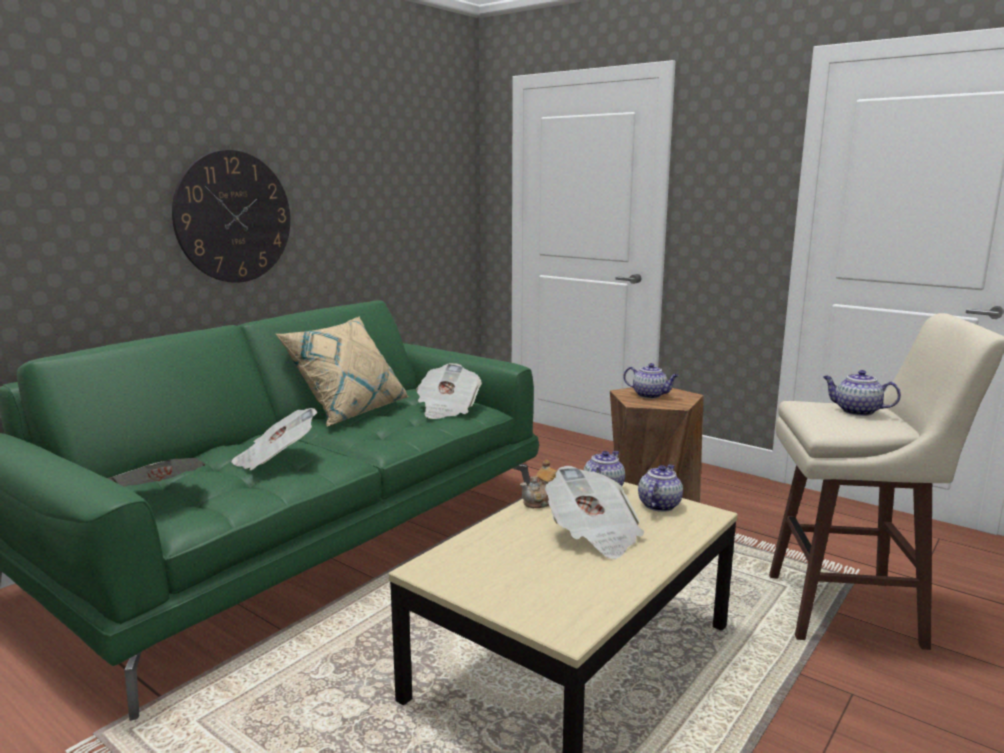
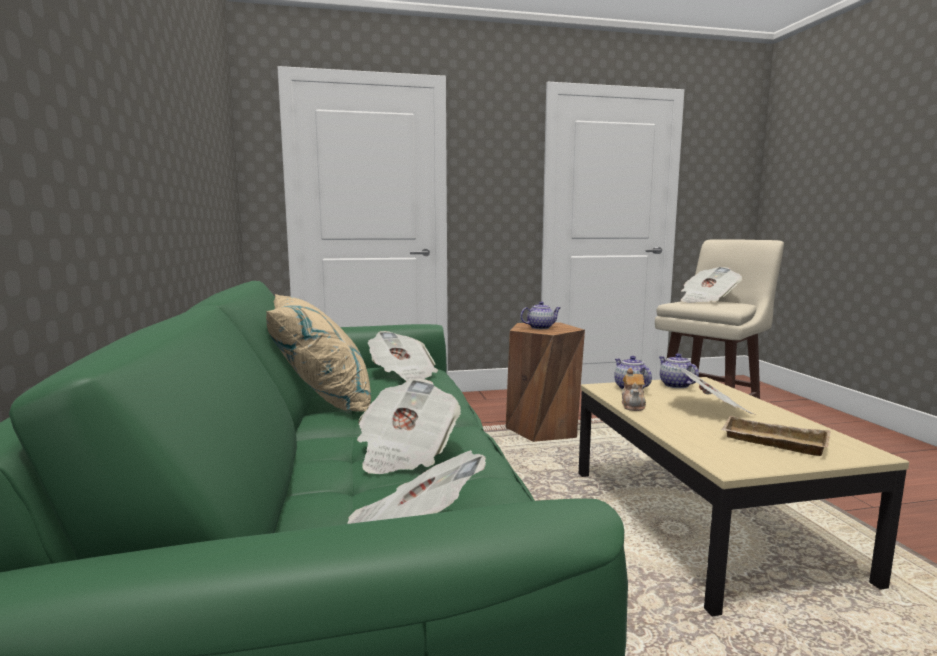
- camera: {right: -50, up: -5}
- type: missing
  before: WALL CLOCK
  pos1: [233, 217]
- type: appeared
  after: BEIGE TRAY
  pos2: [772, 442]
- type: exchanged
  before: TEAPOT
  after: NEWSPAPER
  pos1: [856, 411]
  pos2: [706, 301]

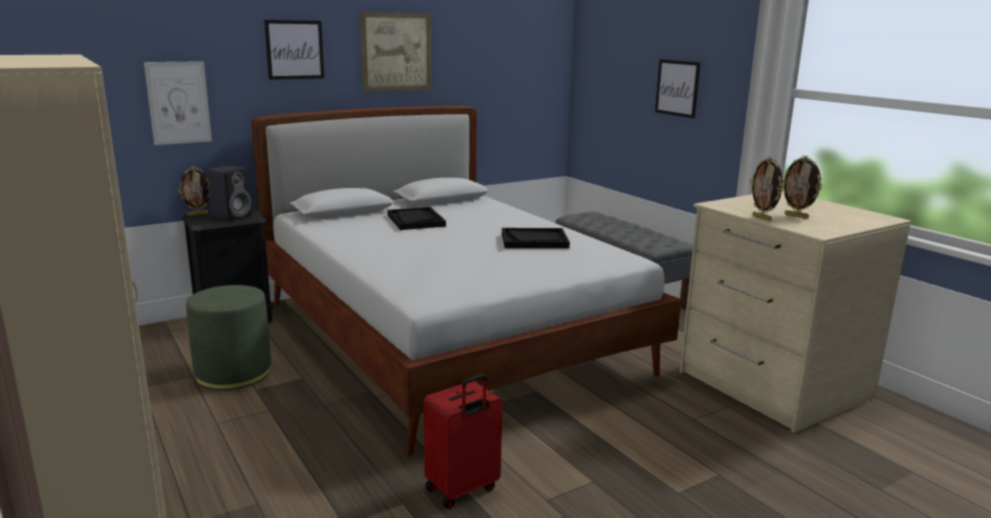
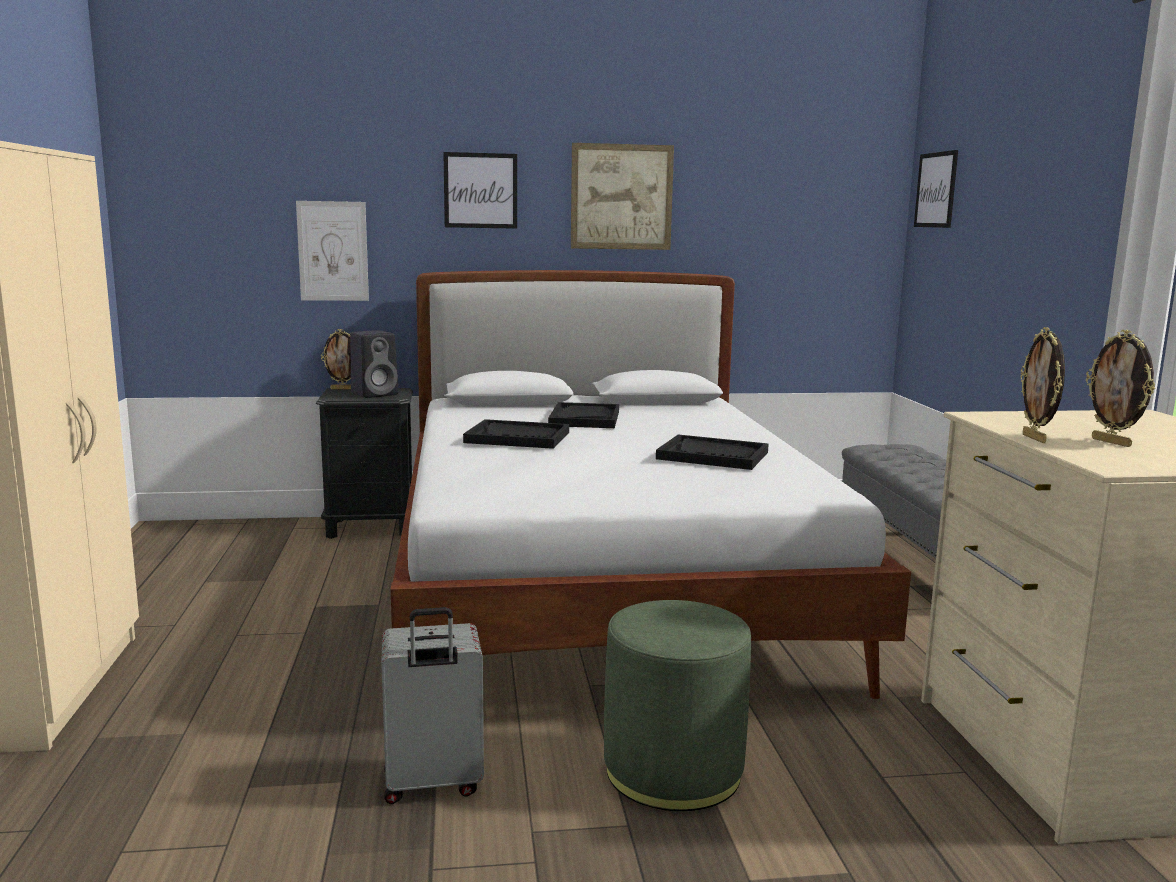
- camera: {right: 25, up: -5}
- type: appeared
  after: BLACK TRAY
  pos2: [518, 437]
- type: relocated
  before: GREEN OTTOMAN
  pos1: [233, 373]
  pos2: [673, 771]
- type: relocated
  before: PICTURE
  pos1: [677, 88]
  pos2: [936, 190]
- type: colour
  before: RED SUITCASE
  after: GREY SUITCASE
  pos1: [462, 489]
  pos2: [432, 785]

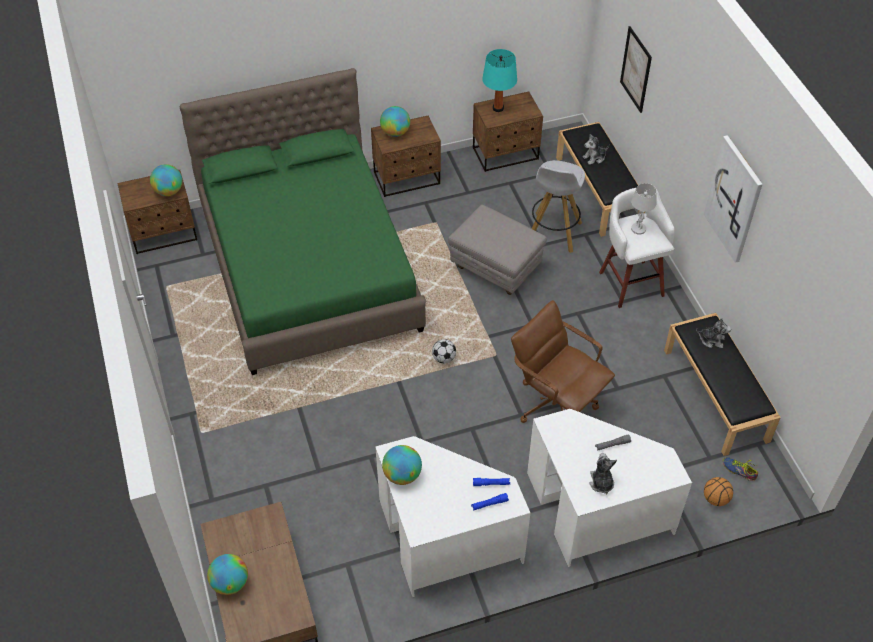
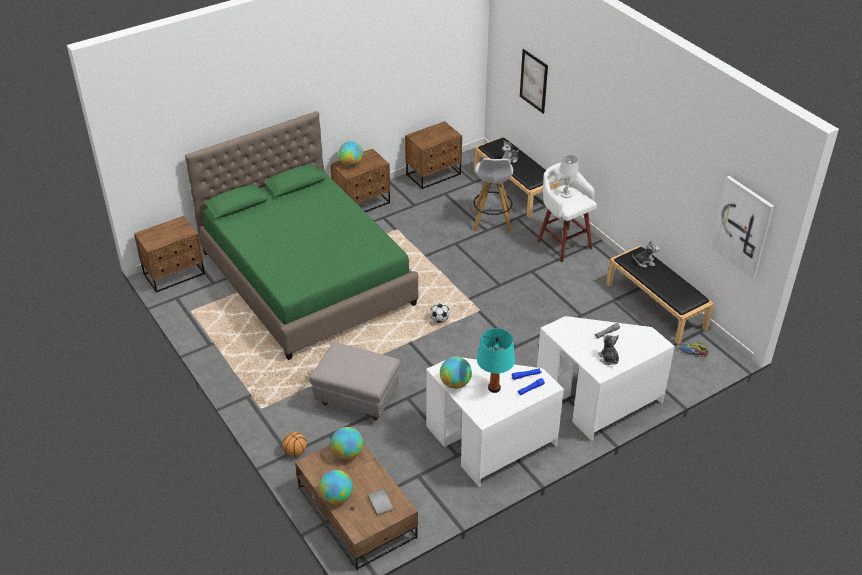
- camera: {right: -15, up: -10}
- type: missing
  before: BROWN OFFICE CHAIR
  pos1: [555, 403]
- type: appeared
  after: GREY BOOK
  pos2: [381, 503]
- type: relocated
  before: GLOBE
  pos1: [169, 191]
  pos2: [347, 453]
- type: relocated
  before: GREY OTTOMAN
  pos1: [496, 269]
  pos2: [357, 399]
- type: relocated
  before: TURQUOISE TABLE LAMP
  pos1: [498, 108]
  pos2: [494, 388]
- type: relocated
  before: PICTURE
  pos1: [734, 199]
  pos2: [742, 227]
- type: relocated
  before: BASKETBALL
  pos1: [715, 499]
  pos2: [295, 452]

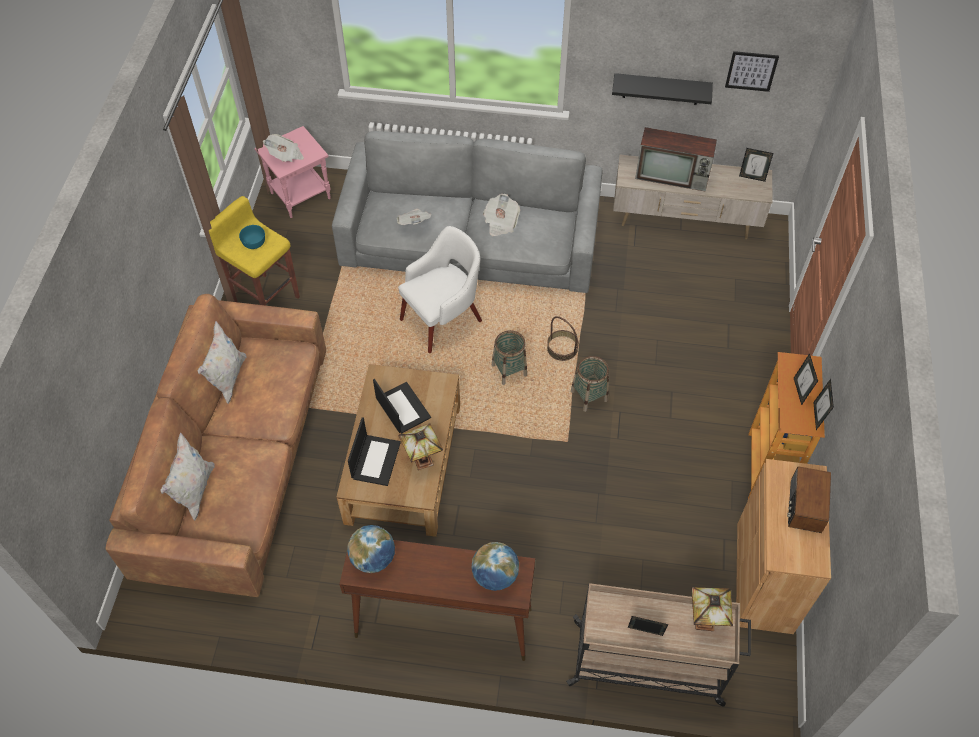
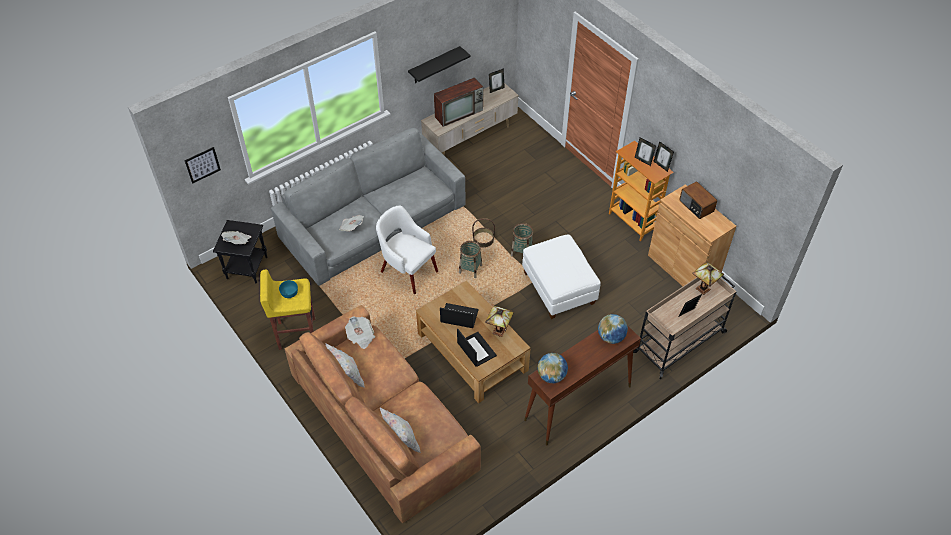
- camera: {right: -45, up: -5}
- type: appeared
  after: WHITE OTTOMAN
  pos2: [559, 288]
- type: relocated
  before: NEWSPAPER
  pos1: [500, 222]
  pos2: [360, 337]
- type: relocated
  before: PICTURE
  pos1: [751, 71]
  pos2: [202, 165]
- type: colour
  before: PINK SIDE TABLE
  after: BLACK SIDE TABLE
  pos1: [300, 195]
  pos2: [246, 267]
- type: spun
  before: WHITE ARMCHAIR
  pos1: [443, 319]
  pos2: [407, 271]
  turn: -60

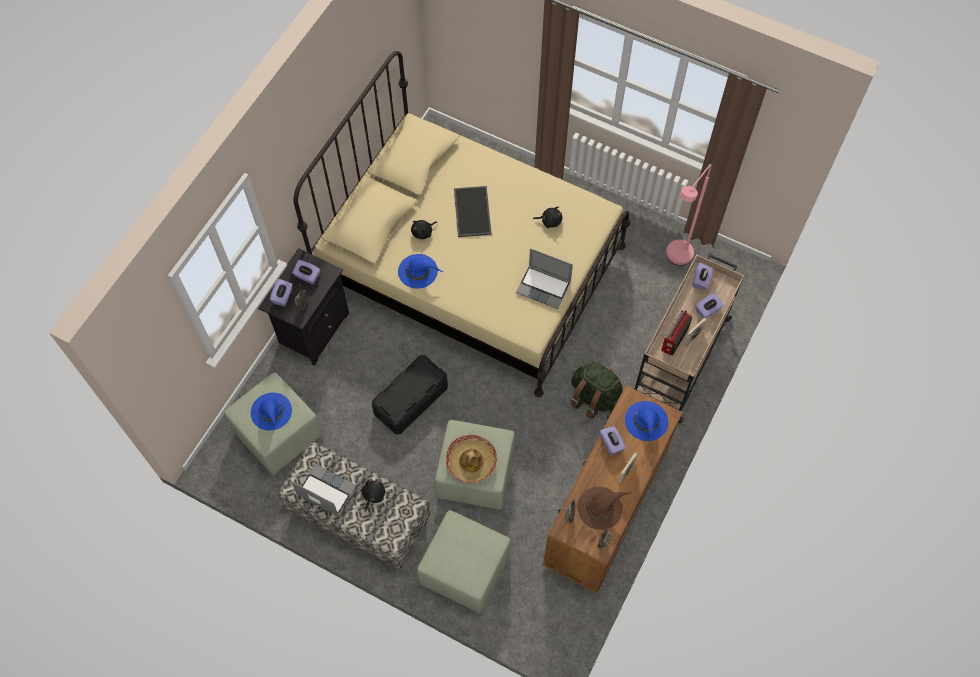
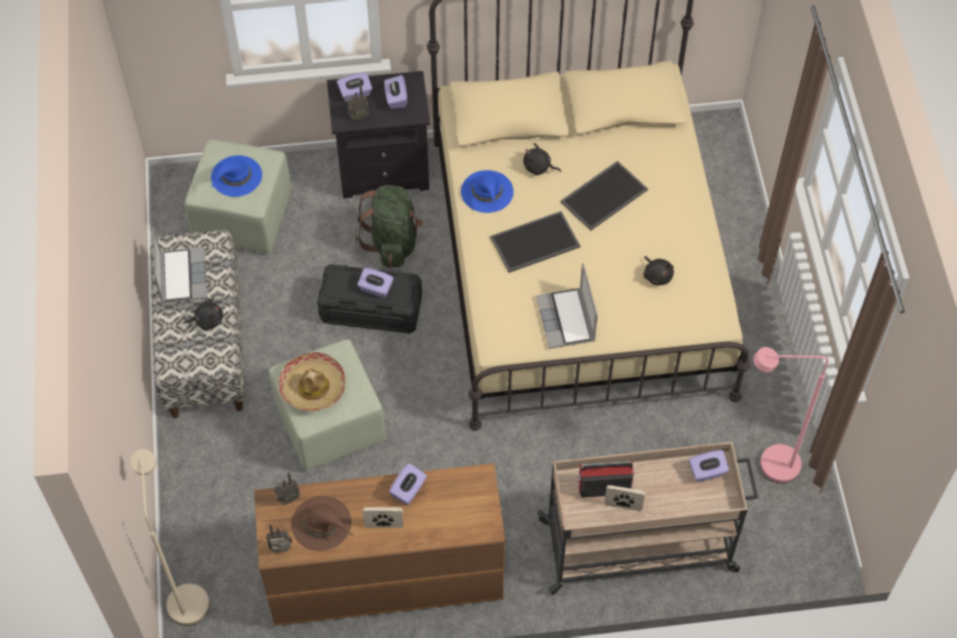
- camera: {right: 55, up: -5}
- type: missing
  before: GREEN OTTOMAN
  pos1: [466, 569]
- type: missing
  before: BLUE HAT
  pos1: [646, 421]
- type: appeared
  after: BEIGE FLOOR LAMP
  pos2: [186, 594]
- type: appeared
  after: TRAY
  pos2: [535, 243]
- type: relocated
  before: GREEN BACKPACK
  pos1: [595, 398]
  pos2: [392, 241]
- type: relocated
  before: PURPLE TISSUE BOX
  pos1: [707, 310]
  pos2: [376, 289]

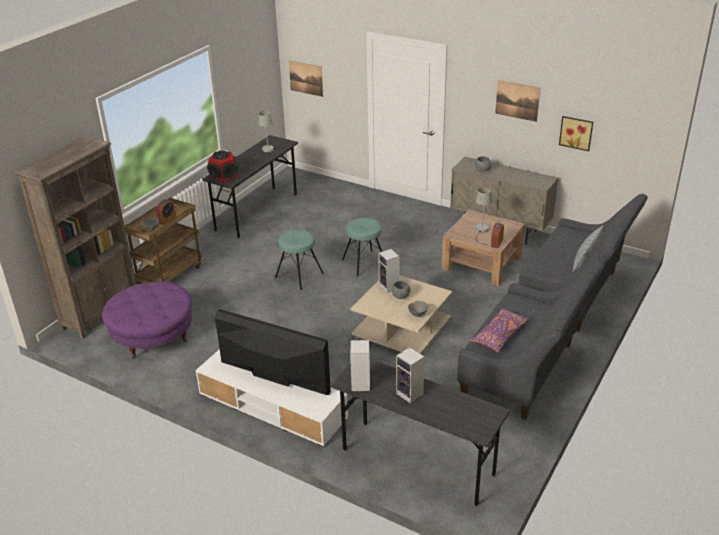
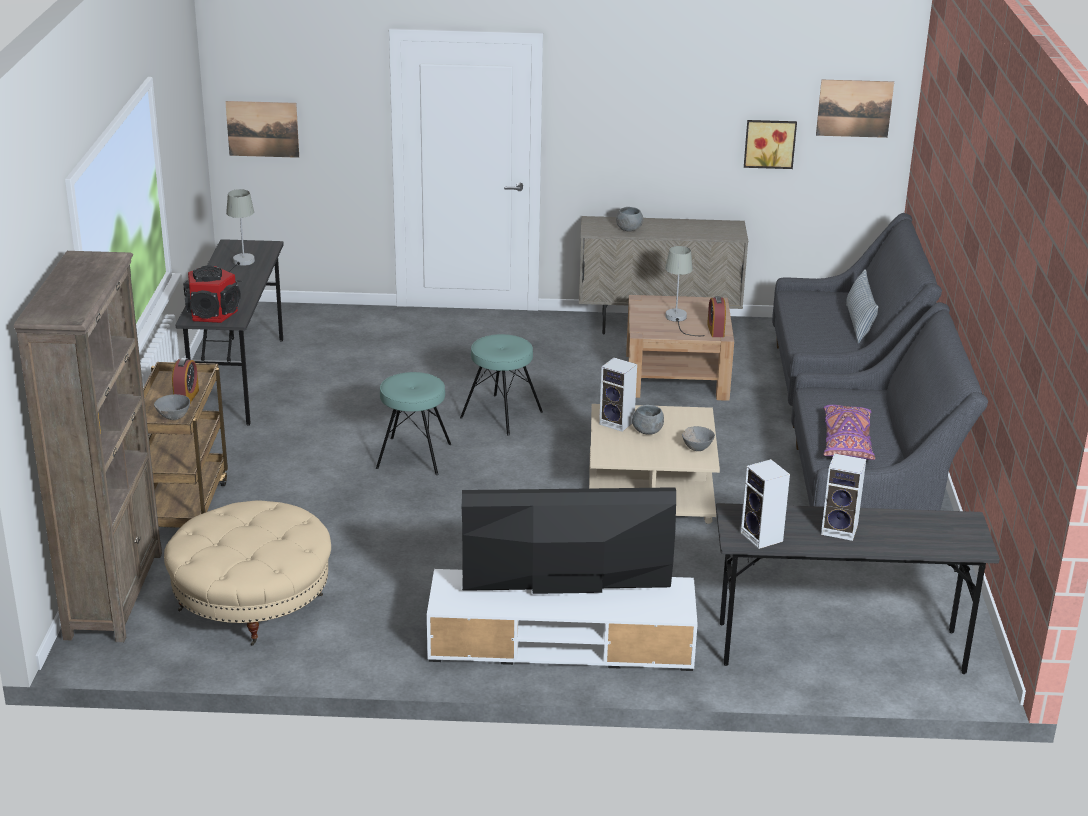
- camera: {right: -30, up: -5}
- type: relocated
  before: PICTURE
  pos1: [517, 100]
  pos2: [854, 108]
- type: colour
  before: PURPLE OTTOMAN
  after: BEIGE OTTOMAN
  pos1: [153, 335]
  pos2: [252, 603]

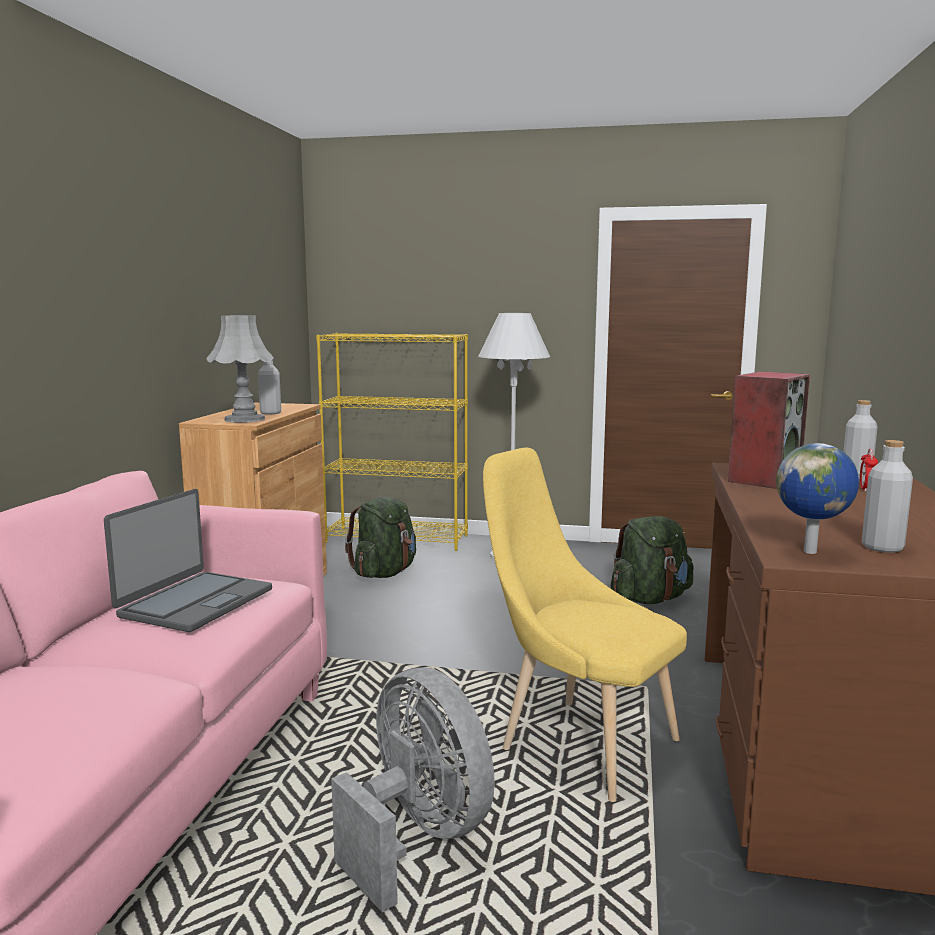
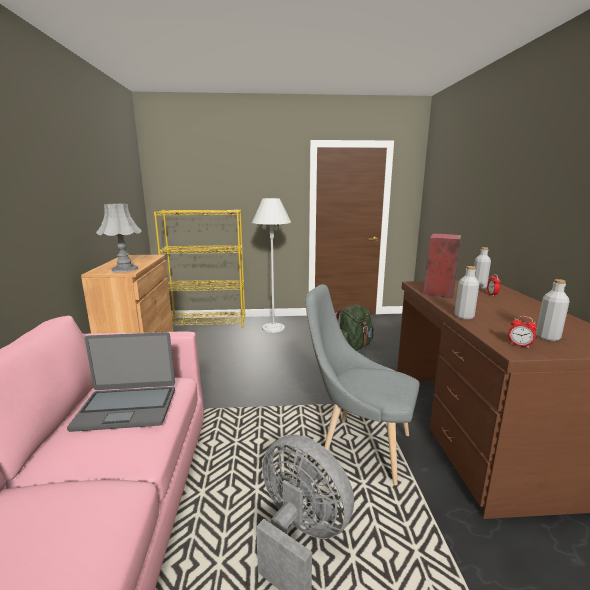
- camera: {right: -15, up: 5}
- type: missing
  before: GREEN BACKPACK
  pos1: [384, 573]
- type: relocated
  before: GREY BOTTLE
  pos1: [270, 413]
  pos2: [464, 316]
- type: exchanged
  before: GLOBE
  after: ALARM CLOCK
  pos1: [812, 552]
  pos2: [519, 345]
- type: colour
  before: YELLOW CHAIR
  after: GREY CHAIR
  pos1: [578, 742]
  pos2: [359, 445]
- type: spun
  before: LAPTOP
  pos1: [195, 603]
  pos2: [127, 408]
  turn: 75

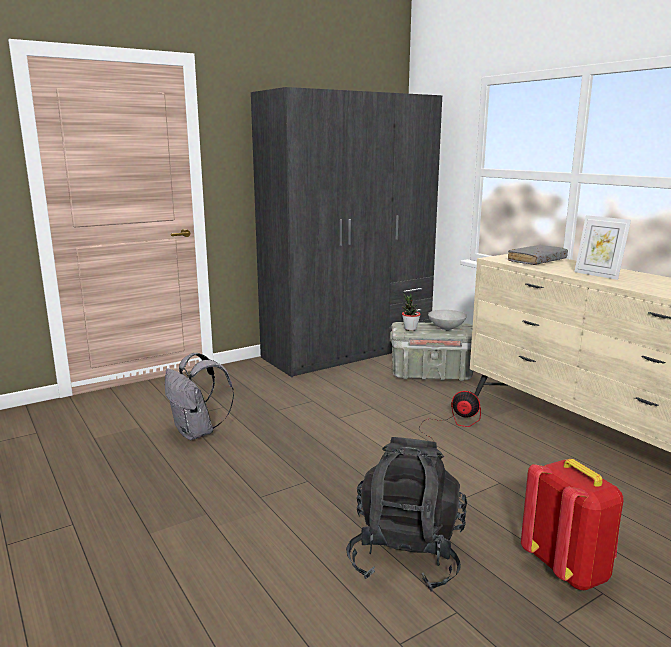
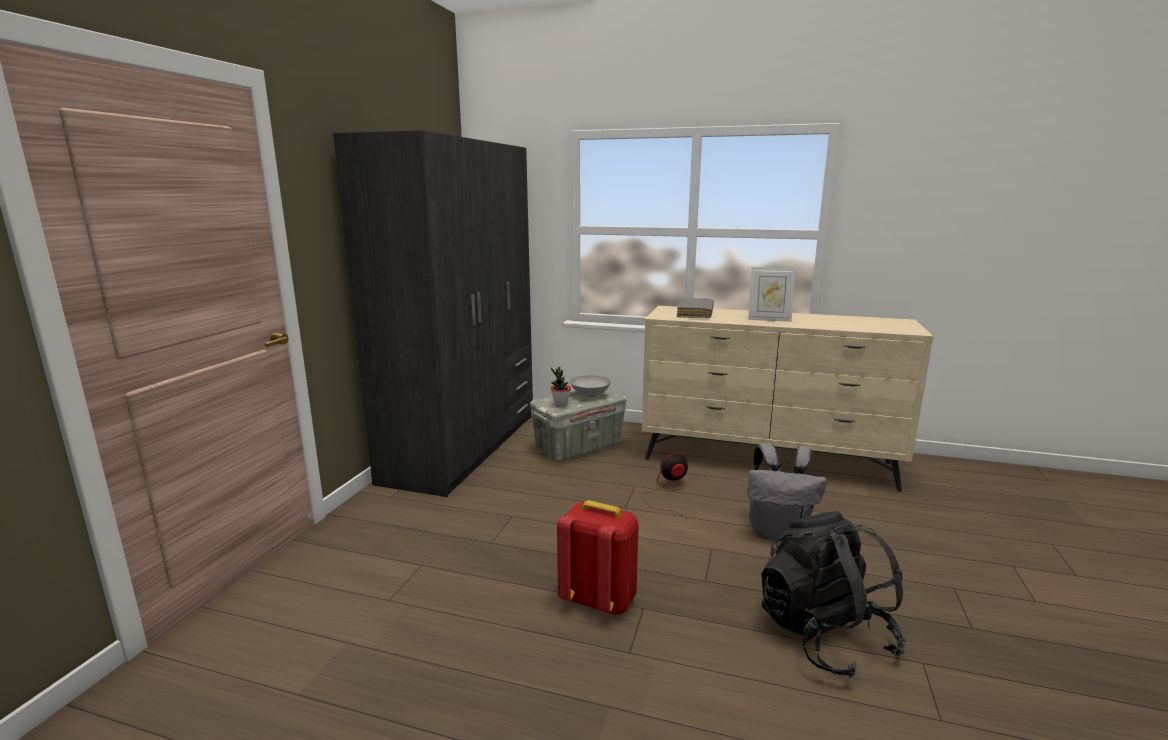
- camera: {right: -40, up: 0}
- type: relocated
  before: GREY BACKPACK
  pos1: [197, 433]
  pos2: [778, 532]
- type: relocated
  before: RED BACKPACK
  pos1: [568, 569]
  pos2: [599, 600]

